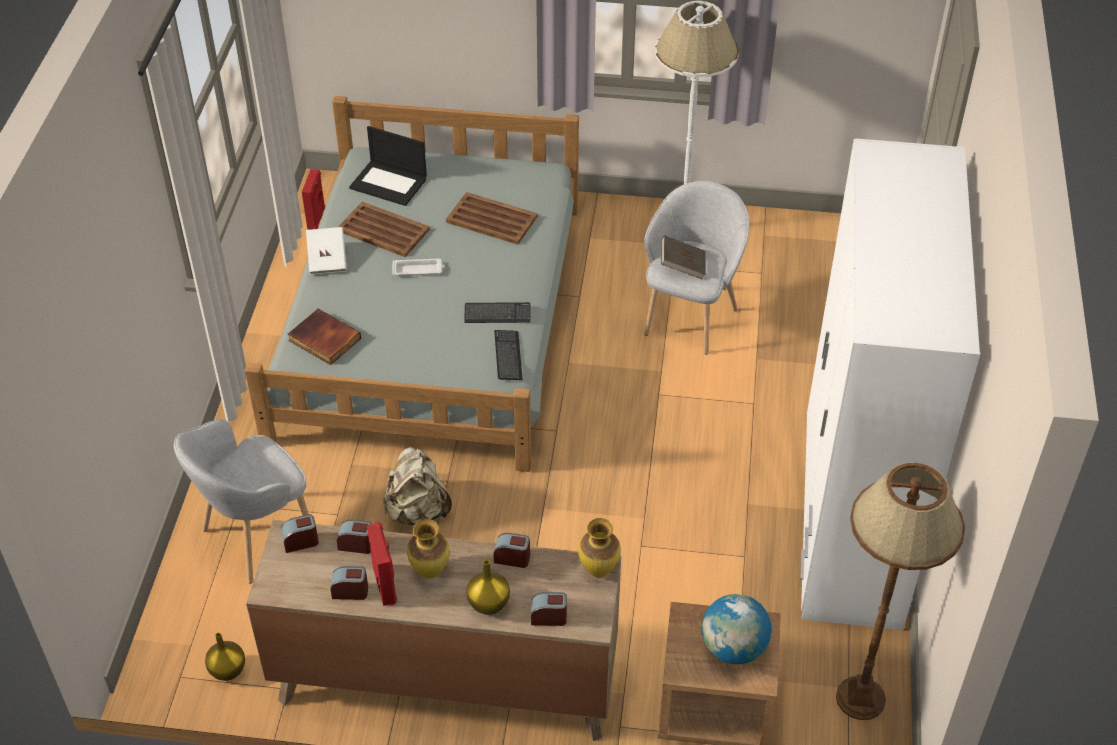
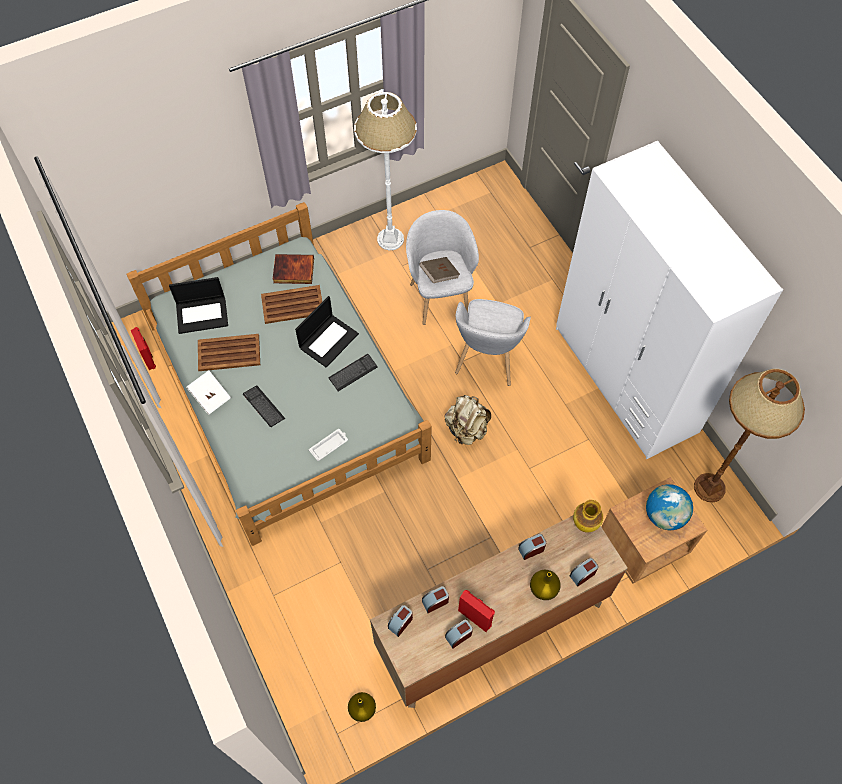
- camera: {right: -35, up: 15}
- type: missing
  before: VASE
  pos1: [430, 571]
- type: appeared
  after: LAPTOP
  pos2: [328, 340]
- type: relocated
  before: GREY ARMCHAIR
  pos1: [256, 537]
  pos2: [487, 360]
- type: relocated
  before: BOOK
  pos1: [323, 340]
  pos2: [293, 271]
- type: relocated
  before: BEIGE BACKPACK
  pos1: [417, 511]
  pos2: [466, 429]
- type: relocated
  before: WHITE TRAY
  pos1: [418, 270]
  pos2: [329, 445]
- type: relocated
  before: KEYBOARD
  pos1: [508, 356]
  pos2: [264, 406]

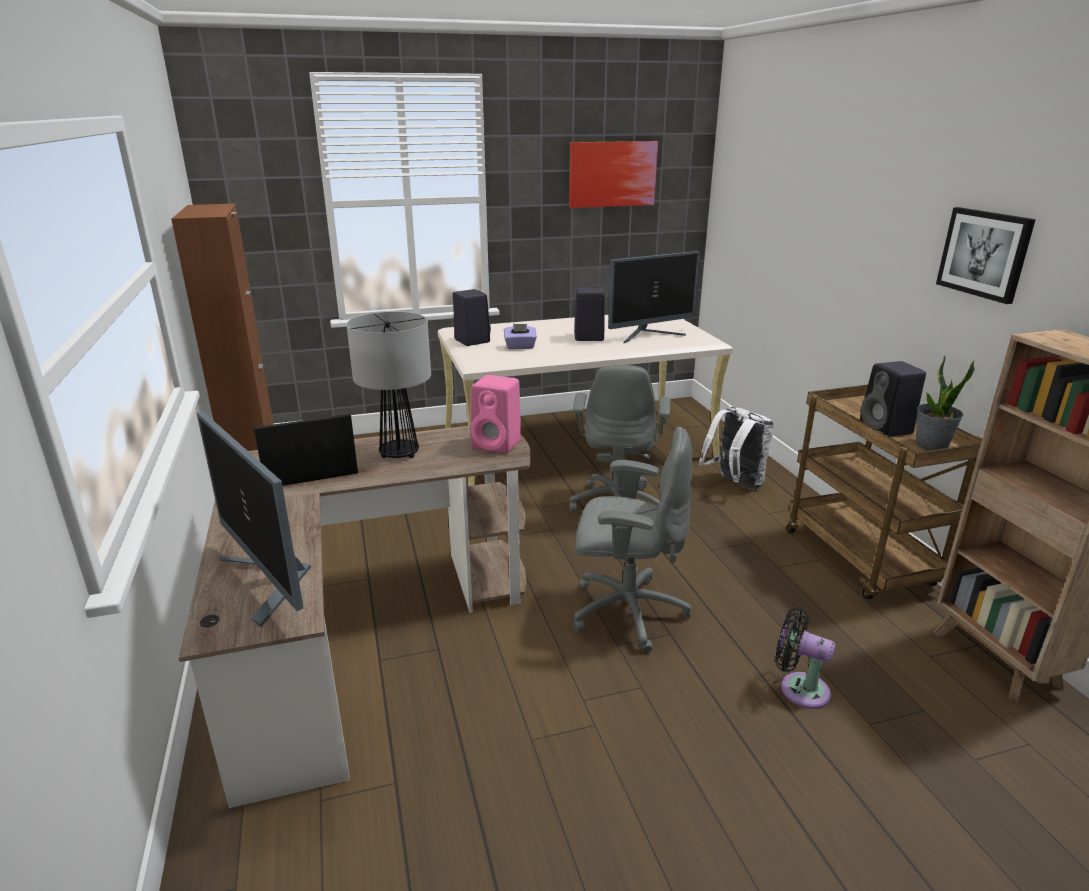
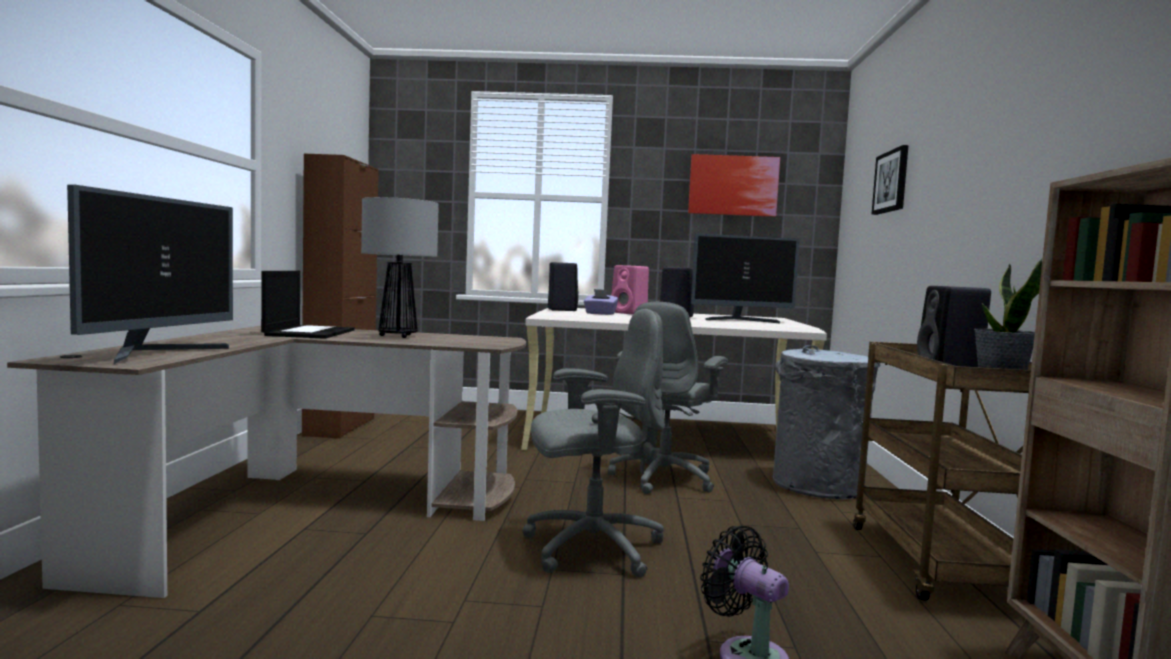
- camera: {right: 20, up: -20}
- type: relocated
  before: PINK SPEAKER
  pos1: [498, 444]
  pos2: [630, 313]
- type: relocated
  before: PICTURE
  pos1: [984, 253]
  pos2: [891, 181]
- type: exchanged
  before: WHITE BACKPACK
  after: GREY TRASH CAN
  pos1: [734, 484]
  pos2: [817, 486]
- type: spun
  before: MONITOR
  pos1: [270, 582]
  pos2: [157, 353]
  turn: -150
- type: spun
  before: LAPTOP
  pos1: [308, 469]
  pos2: [309, 332]
  turn: 90
- type: spun
  before: GREY OFFICE CHAIR
  pos1: [626, 611]
  pos2: [590, 548]
  turn: -45

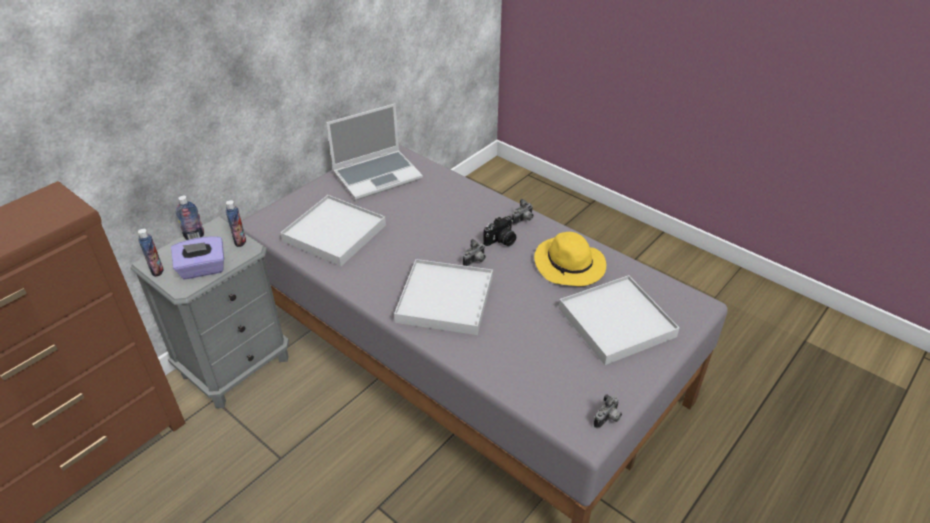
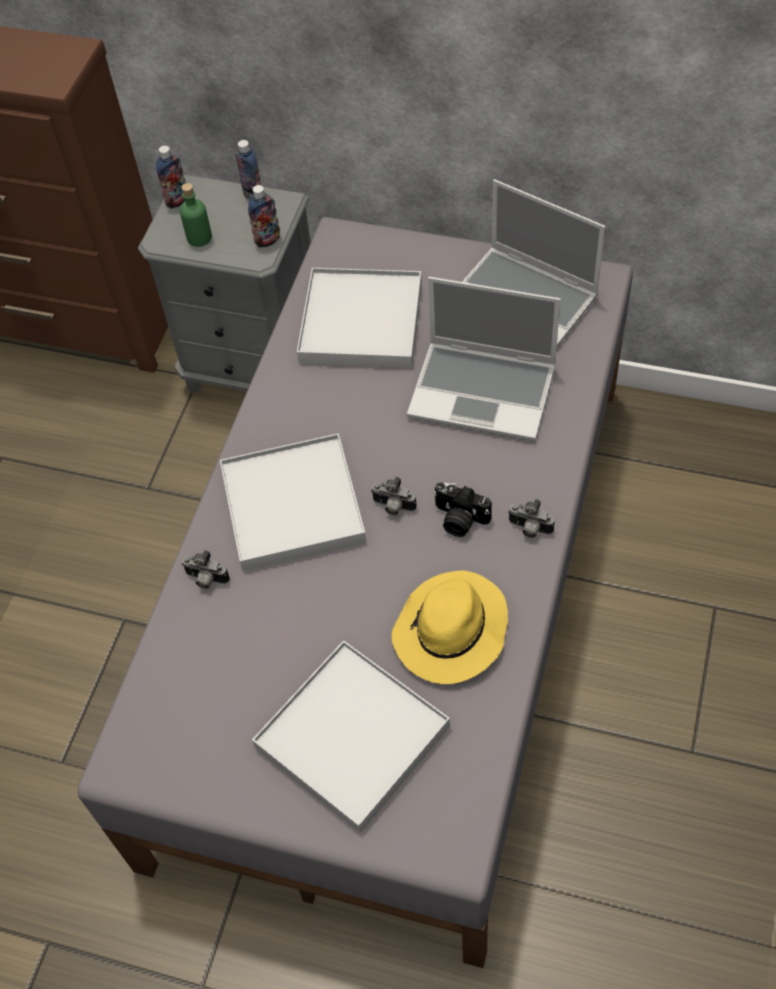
- camera: {right: 70, up: 15}
- type: appeared
  after: LAPTOP
  pos2: [484, 391]
- type: relocated
  before: PHOTO CAMERA
  pos1: [608, 419]
  pos2: [206, 580]
- type: exchanged
  before: PURPLE TISSUE BOX
  after: GREEN BOTTLE
  pos1: [203, 269]
  pos2: [199, 237]

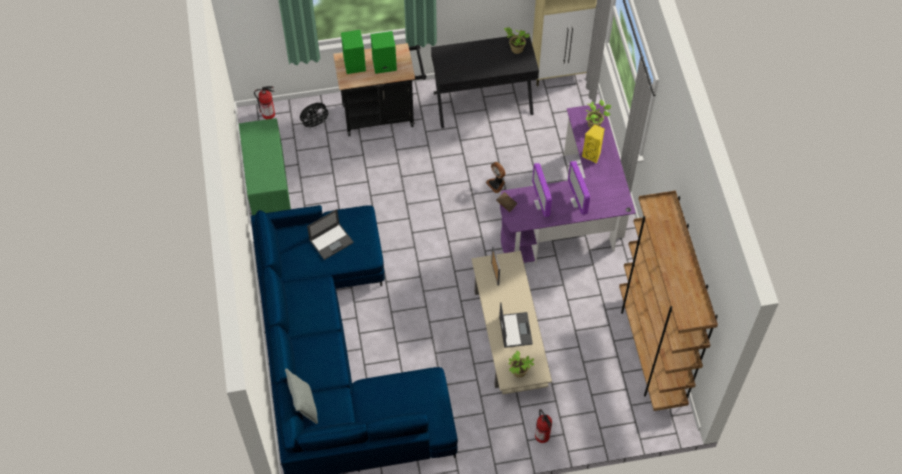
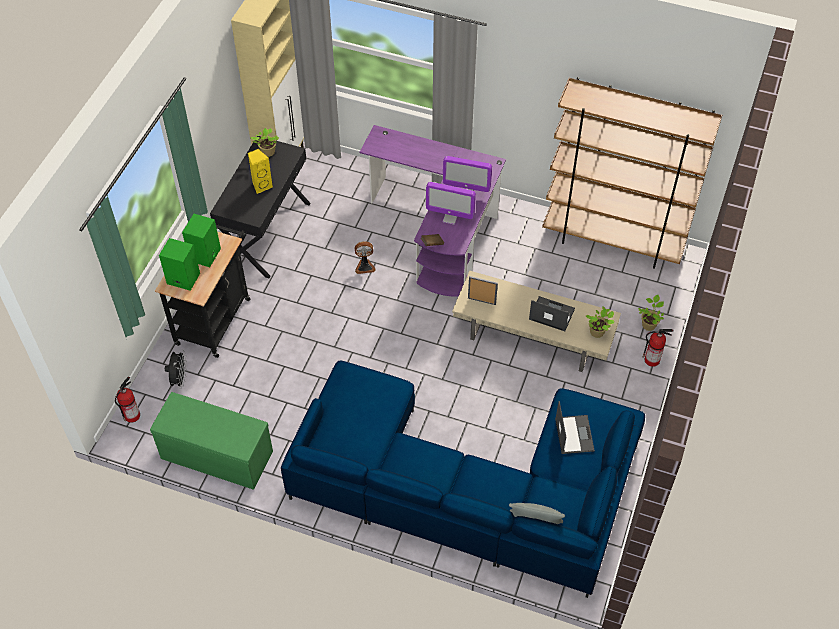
- camera: {right: -60, up: -5}
- type: relocated
  before: LAPTOP
  pos1: [331, 241]
  pos2: [574, 434]
- type: relocated
  before: YELLOW SPEAKER
  pos1: [592, 155]
  pos2: [261, 185]
- type: relocated
  before: POTTED PLANT
  pos1: [595, 124]
  pos2: [649, 324]

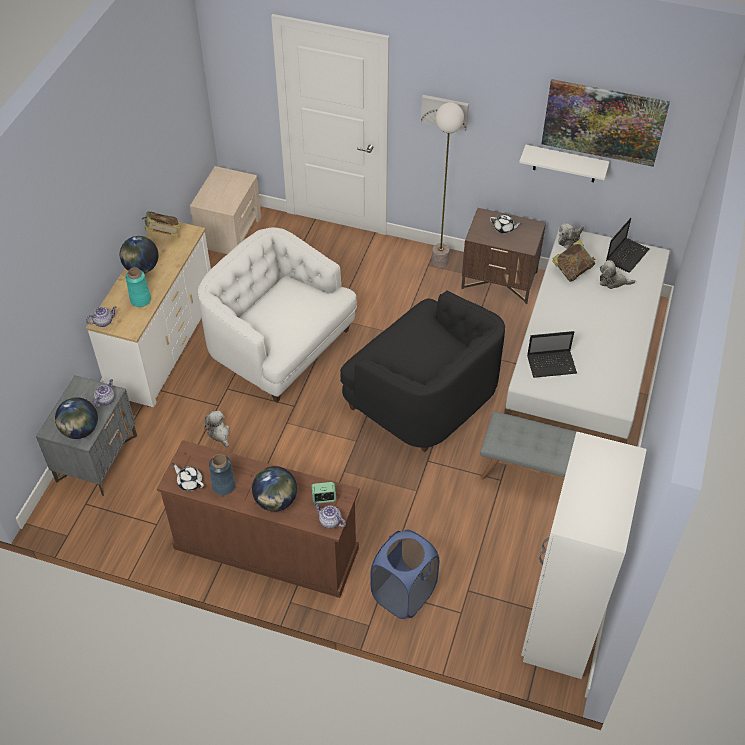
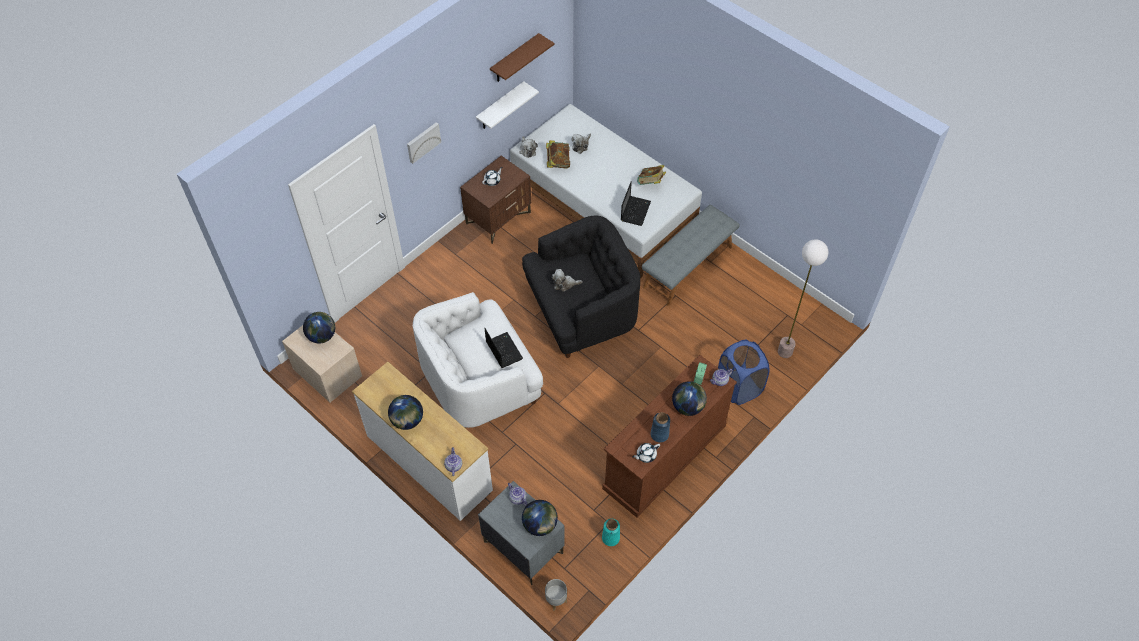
- camera: {right: -65, up: 5}
- type: missing
  before: WHITE WARDROBE
  pos1: [560, 622]
- type: appeared
  after: GLOBE
  pos2: [322, 336]
- type: appeared
  after: GREY PLANTER
  pos2: [555, 600]
- type: relocated
  before: TURQUOISE VASE
  pos1: [141, 300]
  pos2: [611, 538]
- type: relocated
  before: BOOK
  pos1: [163, 234]
  pos2: [650, 183]
- type: relocated
  before: PLUSH TOY
  pos1: [219, 433]
  pos2: [564, 284]
- type: relocated
  before: FLOOR LAMP
  pos1: [440, 262]
  pos2: [785, 351]
- type: relocated
  before: LAPTOP
  pos1: [627, 255]
  pos2: [503, 350]
- type: exchanged
  before: PICTURE
  after: BROWN SHELF
  pos1: [603, 122]
  pos2: [515, 59]

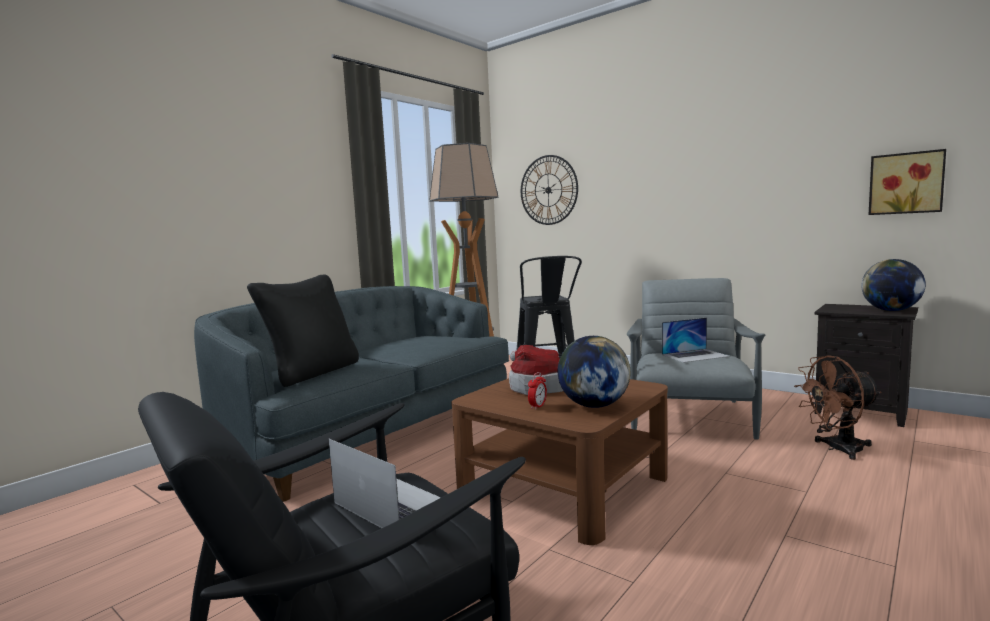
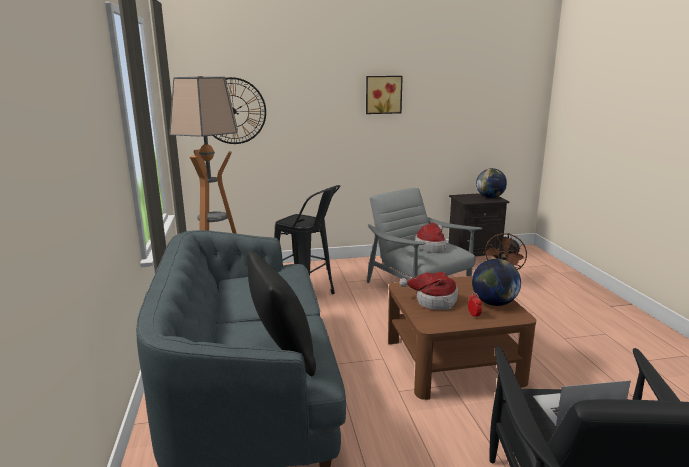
- camera: {right: -50, up: 10}
- type: relocated
  before: PICTURE
  pos1: [906, 183]
  pos2: [383, 94]
- type: exchanged
  before: LAPTOP
  after: HAT
  pos1: [695, 355]
  pos2: [431, 246]

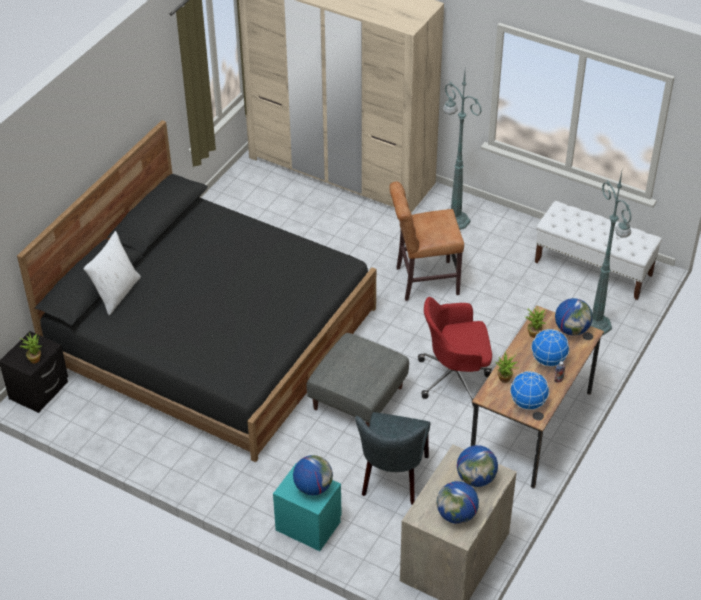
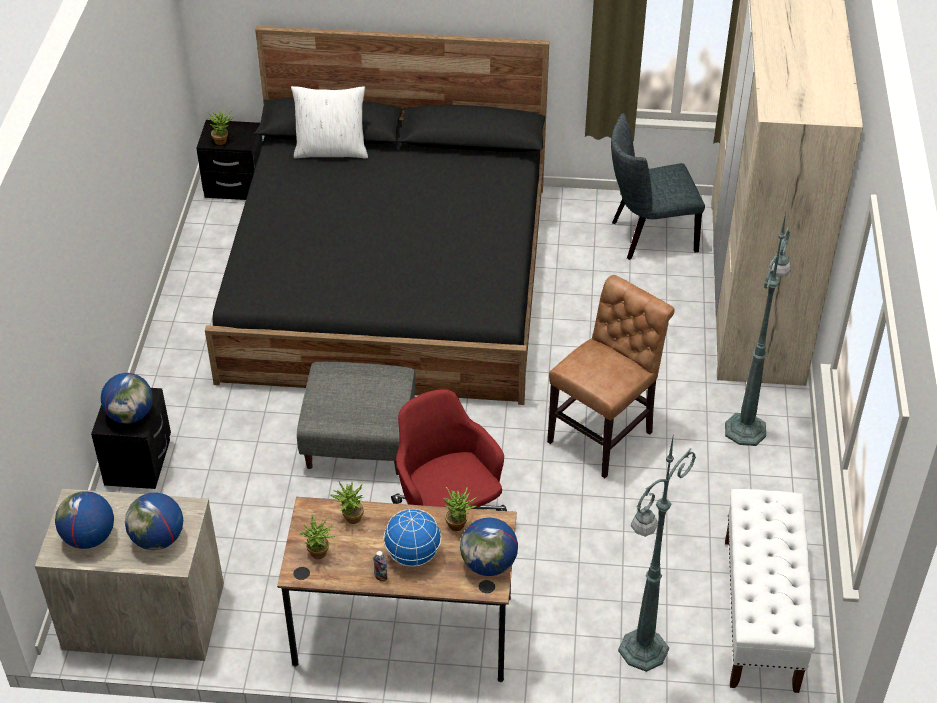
- camera: {right: 65, up: 0}
- type: relocated
  before: GREY CHAIR
  pos1: [393, 479]
  pos2: [648, 236]
- type: exchanged
  before: GLOBE
  after: POTTED PLANT
  pos1: [528, 403]
  pos2: [319, 555]
- type: colour
  before: TURQUOISE NIGHTSTAND
  after: BLACK NIGHTSTAND
  pos1: [309, 524]
  pos2: [140, 462]
- type: spun
  before: BROWN CHAIR
  pos1: [423, 281]
  pos2: [604, 434]
  turn: 75

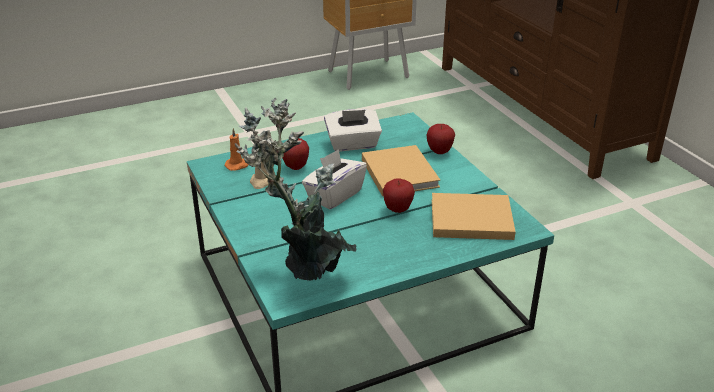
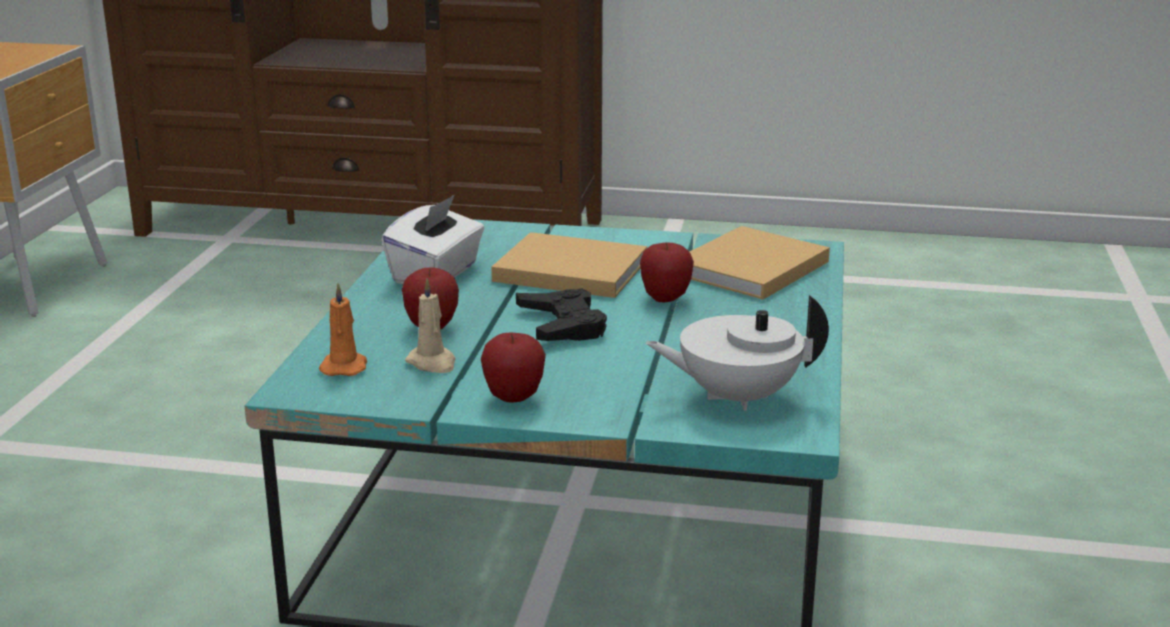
- camera: {right: -55, up: -10}
- type: relocated
  before: APPLE
  pos1: [439, 152]
  pos2: [514, 398]
- type: exchanged
  before: POTTED PLANT
  after: WHITE TEAPOT
  pos1: [306, 269]
  pos2: [736, 397]
- type: exchanged
  before: WHITE TISSUE BOX
  after: BLACK GAME CONTROLLER
  pos1: [334, 195]
  pos2: [562, 325]

